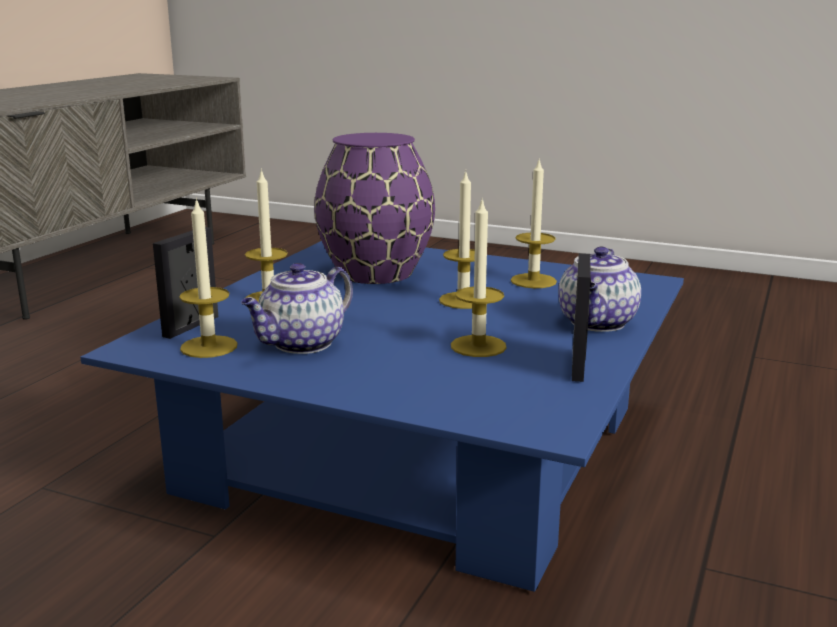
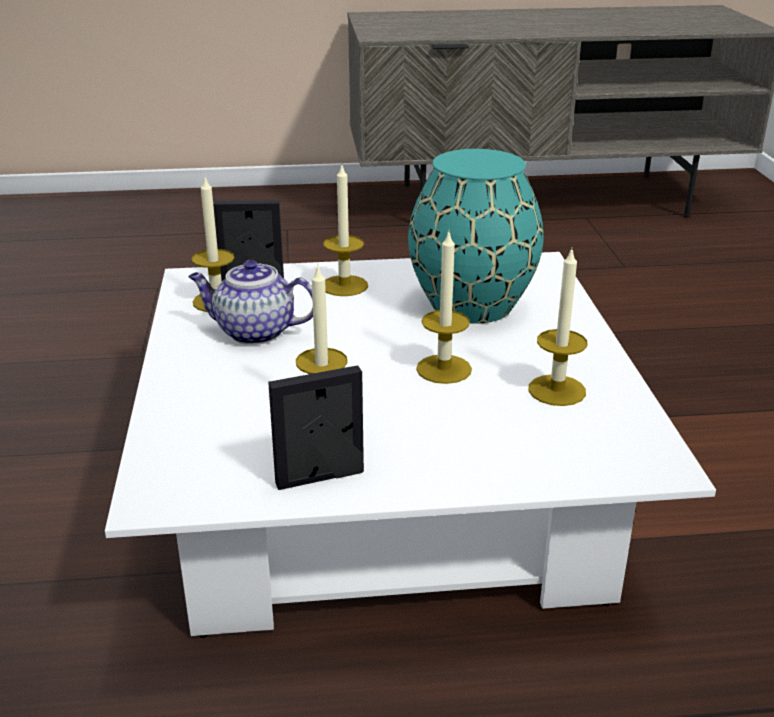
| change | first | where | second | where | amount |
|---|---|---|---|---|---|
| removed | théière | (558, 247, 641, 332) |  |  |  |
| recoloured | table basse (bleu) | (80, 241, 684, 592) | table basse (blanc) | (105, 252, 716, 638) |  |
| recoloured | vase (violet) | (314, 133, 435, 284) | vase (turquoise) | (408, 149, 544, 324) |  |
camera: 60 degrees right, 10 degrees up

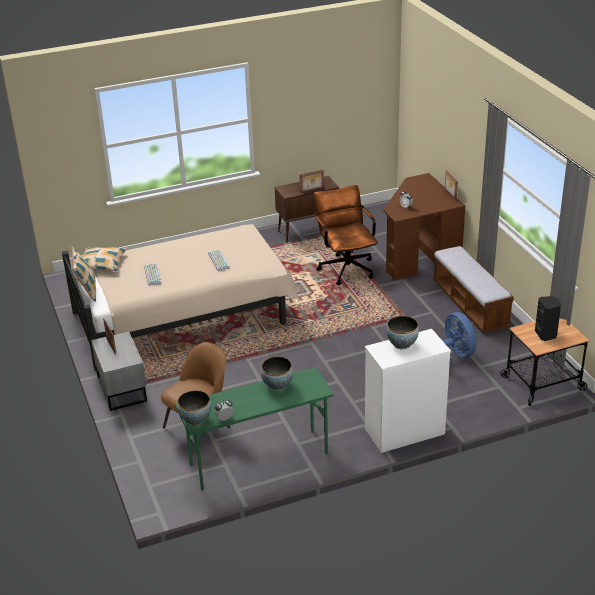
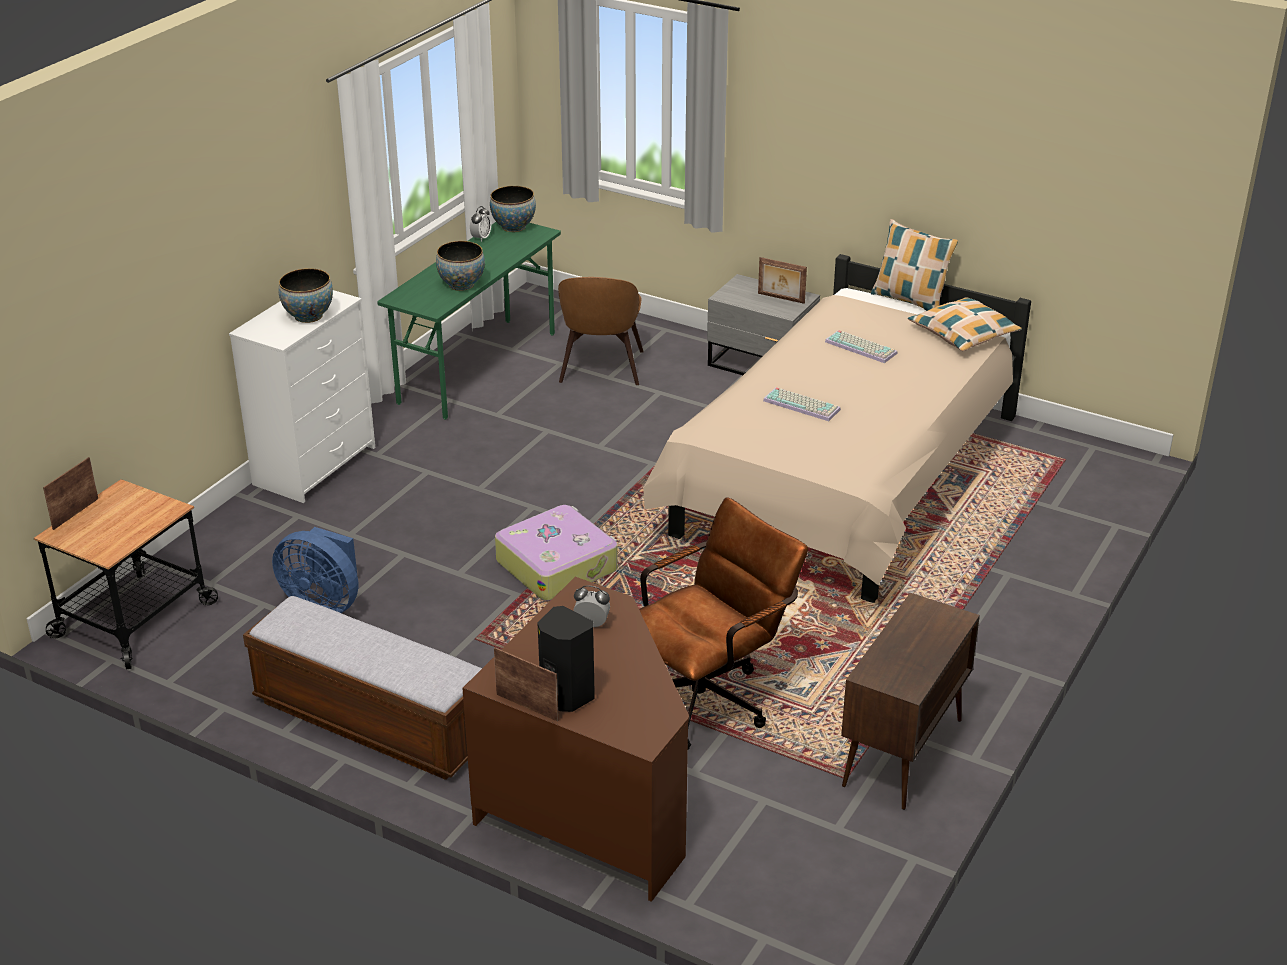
| change | first | where | second | where | amount |
|---|---|---|---|---|---|
| added |  |  | valise | (495, 505, 618, 601) |  |
| moved | cadre photo | (300, 170, 324, 193) |  | (43, 457, 98, 530) |  |
| moved | enceinte (noir) | (535, 296, 561, 341) |  | (538, 606, 595, 712) |  |
| turned | chaise de bureau (marron) | (314, 185, 378, 285) |  | (639, 498, 808, 750) | 75 degrees counterclockwise |
camera: 140 degrees right, 0 degrees up

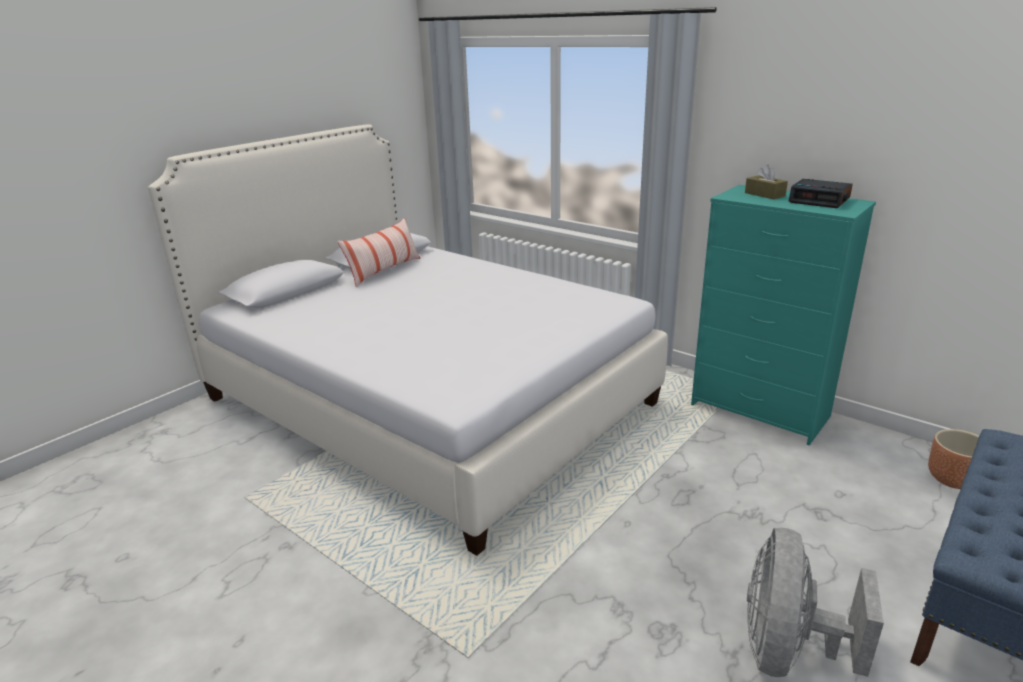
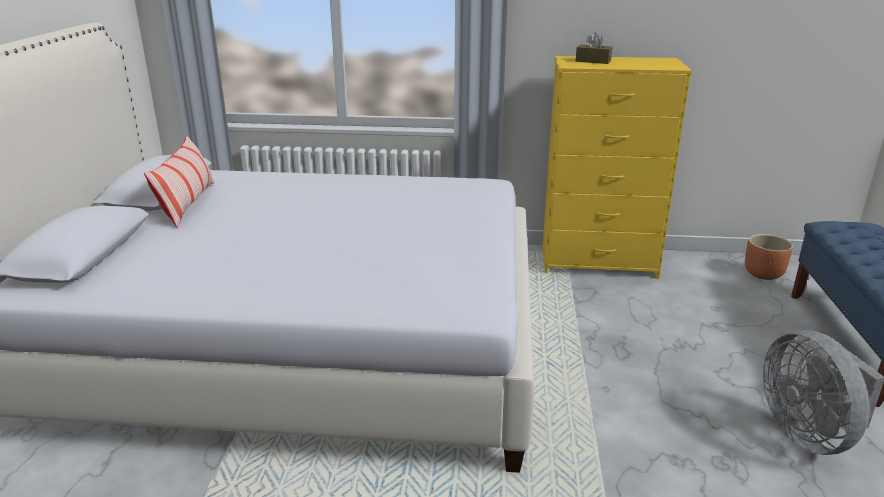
| change | first | where | second | where | amount |
|---|---|---|---|---|---|
| removed | réveil | (789, 179, 853, 208) |  |  |  |
| recoloured | commode (turquoise) | (691, 185, 876, 446) | commode (jaune) | (542, 56, 692, 279) |  |
camera: 35 degrees left, 0 degrees up

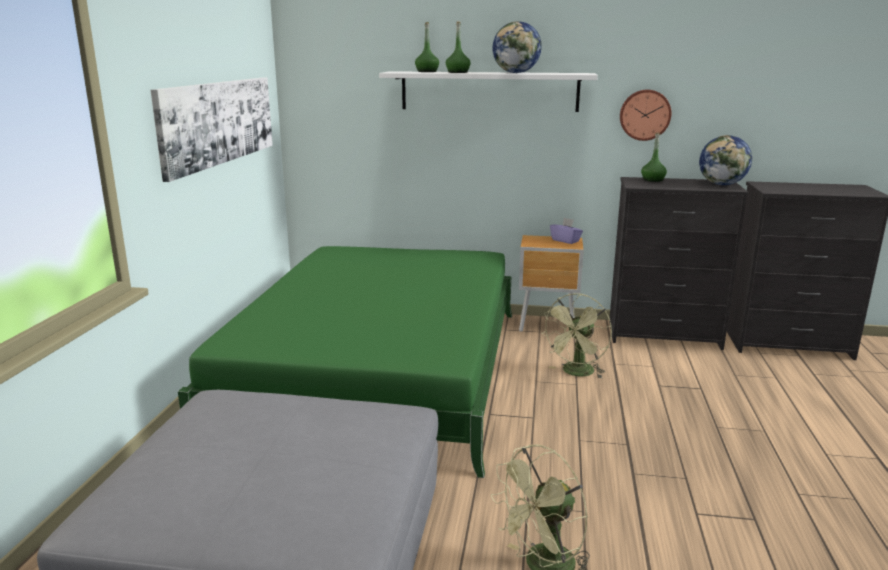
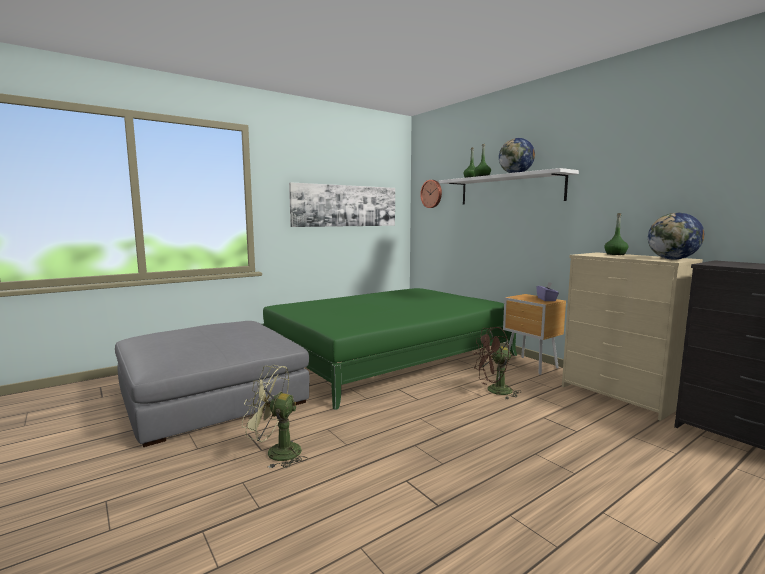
| change | first | where | second | where | amount |
|---|---|---|---|---|---|
| moved | horloge murale | (620, 90, 671, 141) |  | (420, 180, 442, 208) |  |
| recoloured | ventilateur (vert) | (542, 293, 612, 379) | ventilateur (marron) | (473, 327, 521, 399) |  |
| recoloured | commode (noir) | (609, 177, 749, 350) | commode (beige) | (562, 252, 703, 421) |  |
camera: 45 degrees right, 10 degrees down

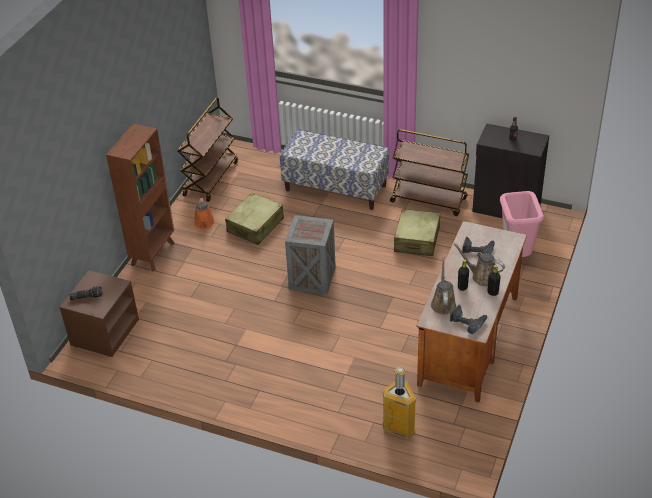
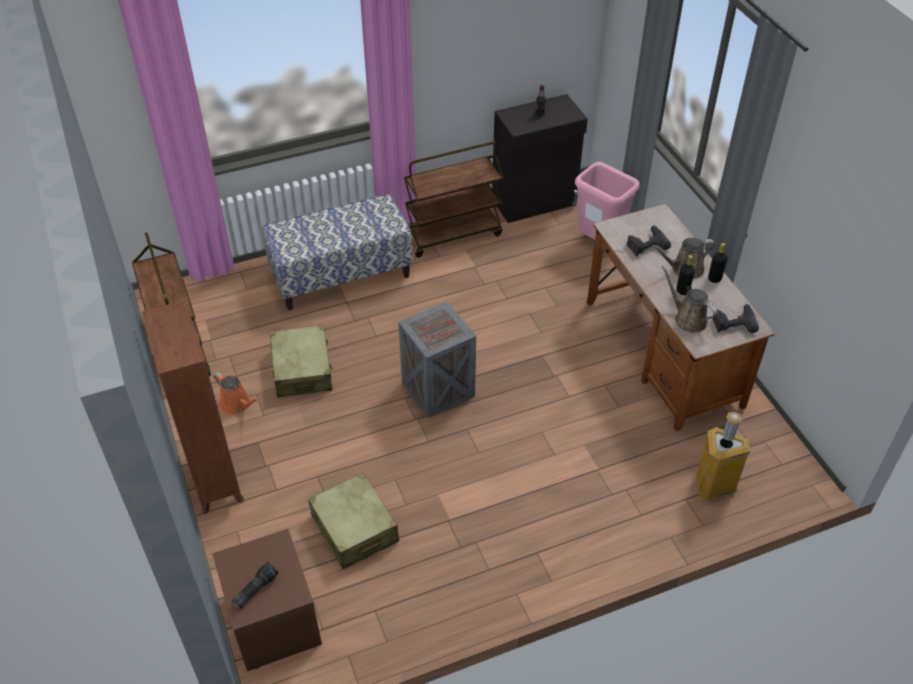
| change | first | where | second | where | amount |
|---|---|---|---|---|---|
| moved | valise (beige) | (394, 209, 440, 256) |  | (308, 473, 399, 569) |  |
camera: 45 degrees left, 5 degrees up

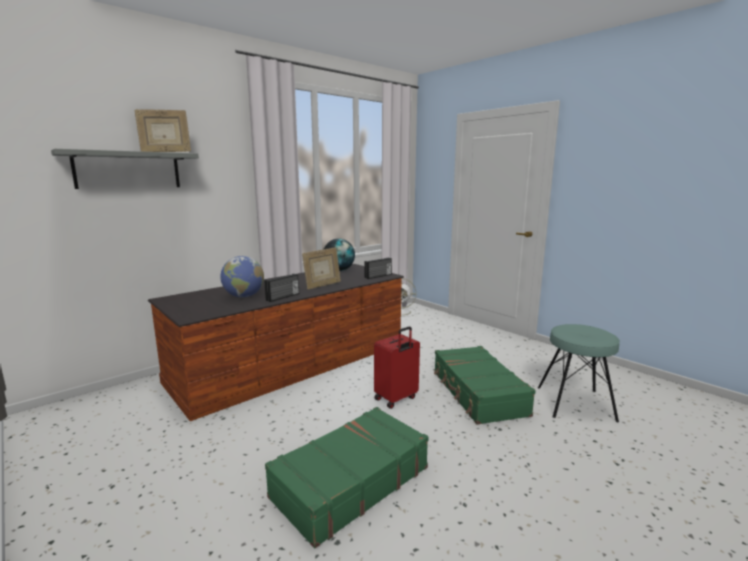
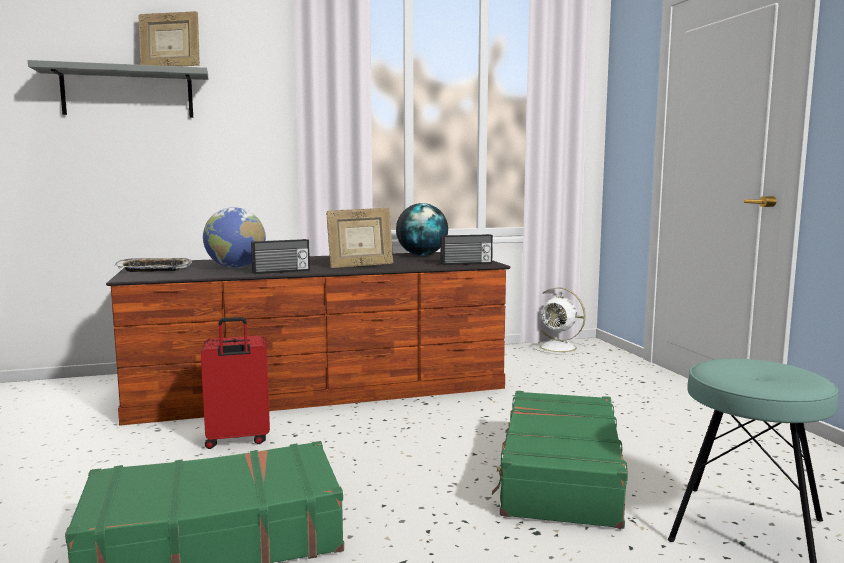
| change | first | where | second | where | amount |
|---|---|---|---|---|---|
| added |  |  | plateau | (114, 258, 192, 272) |  |
| moved | valise (rouge) | (374, 327, 420, 409) |  | (201, 317, 270, 449) |  |
camera: 25 degrees right, 5 degrees down

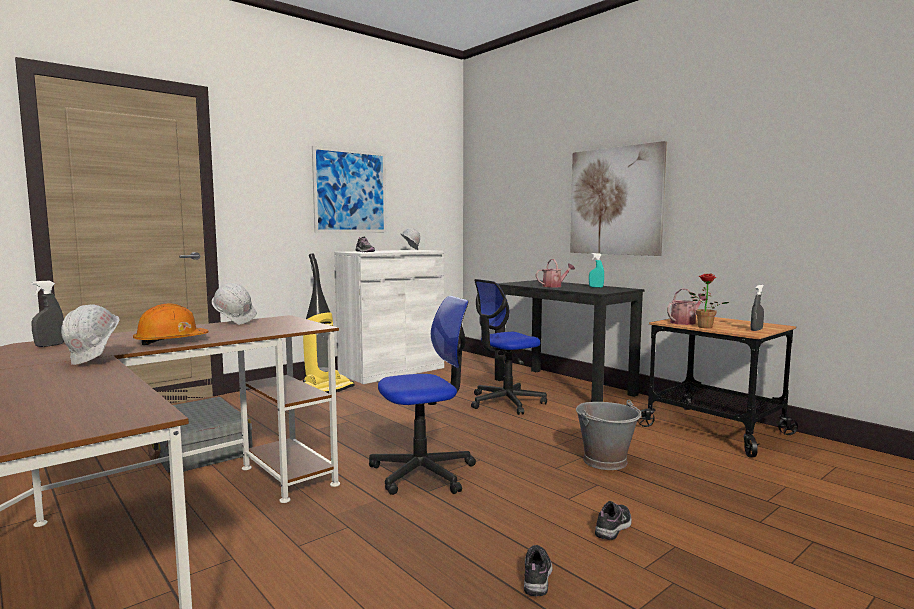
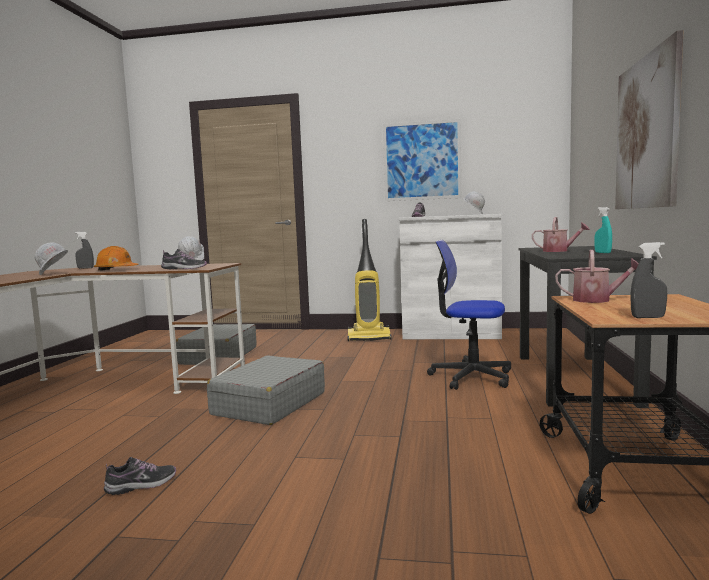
| change | first | where | second | where | amount |
|---|---|---|---|---|---|
| removed | seau (gris) | (576, 400, 641, 470) |  |  |  |
| removed | plante en pot | (689, 274, 729, 328) |  |  |  |
| moved | chaussure | (595, 501, 632, 540) |  | (161, 249, 207, 269) |  |
| replaced | chaise de bureau | (369, 296, 476, 495) | valise (gris) | (207, 355, 325, 425) |  |
camera: 50 degrees right, 0 degrees up

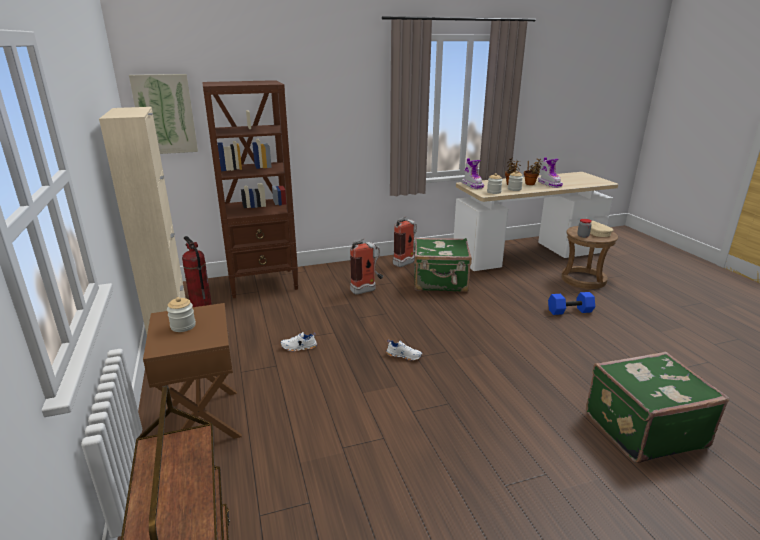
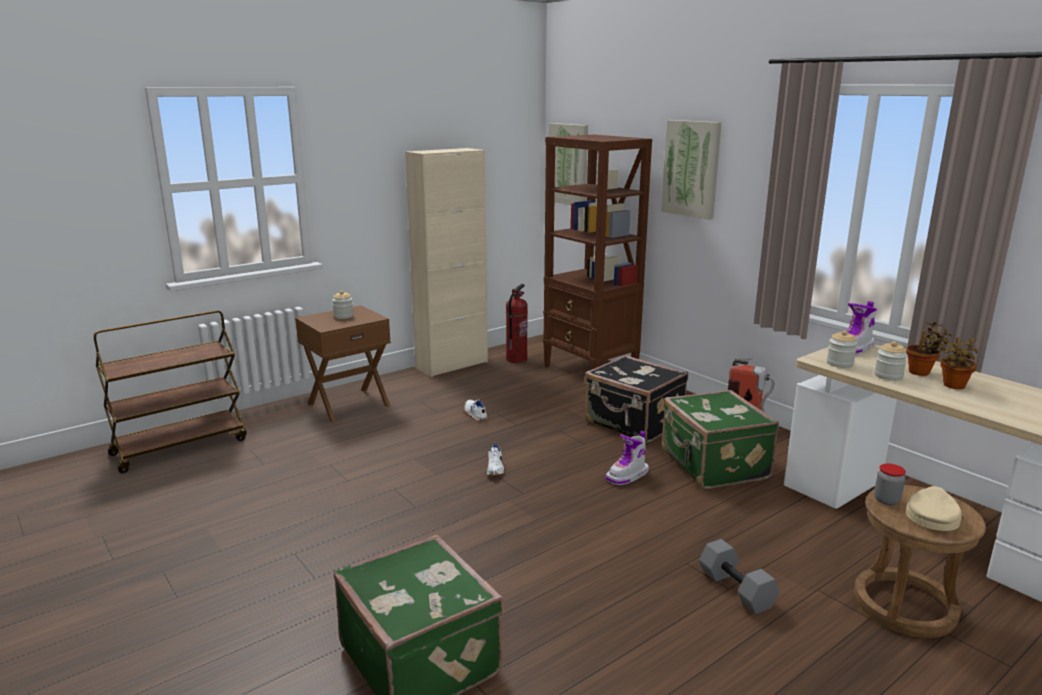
| change | first | where | second | where | amount |
|---|---|---|---|---|---|
| added |  |  | tableau | (661, 120, 722, 220) |  |
| moved | botte | (538, 157, 563, 188) |  | (605, 431, 649, 485) |  |
| replaced | extincteur | (350, 238, 383, 295) | valise (noir) | (585, 355, 688, 442) |  |
| recoloured | haltère (bleu) | (548, 292, 595, 315) | haltère (gris) | (699, 539, 780, 615) |  |
camera: 70 degrees right, 5 degrees down

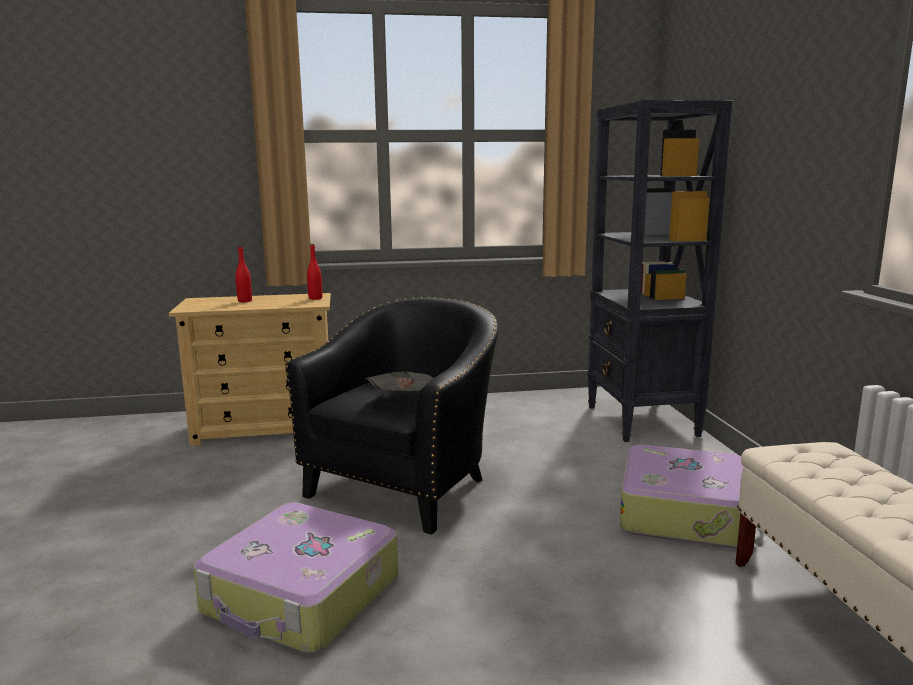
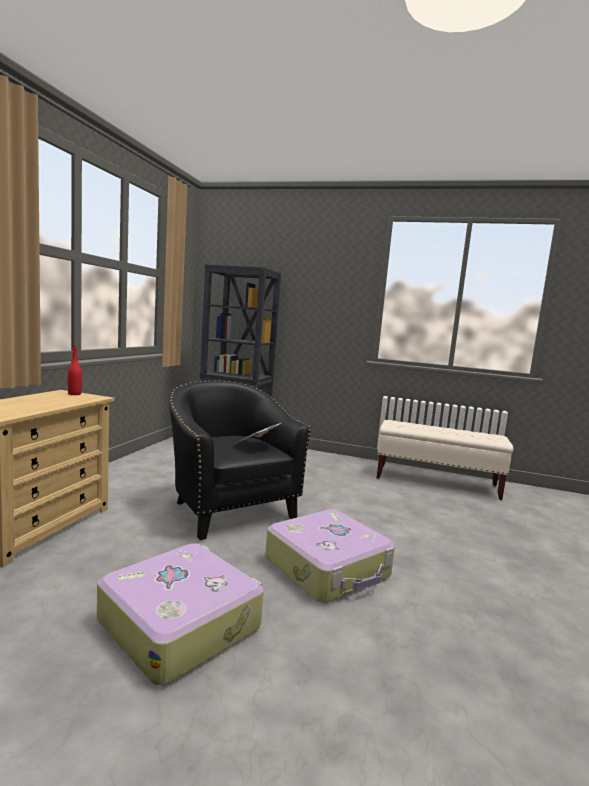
| change | first | where | second | where | amount |
|---|---|---|---|---|---|
| removed | bouteille (rouge) | (236, 246, 252, 302) |  |  |  |
| moved | valise | (620, 444, 744, 549) |  | (97, 544, 264, 685) |  |
camera: 65 degrees left, 5 degrees down

